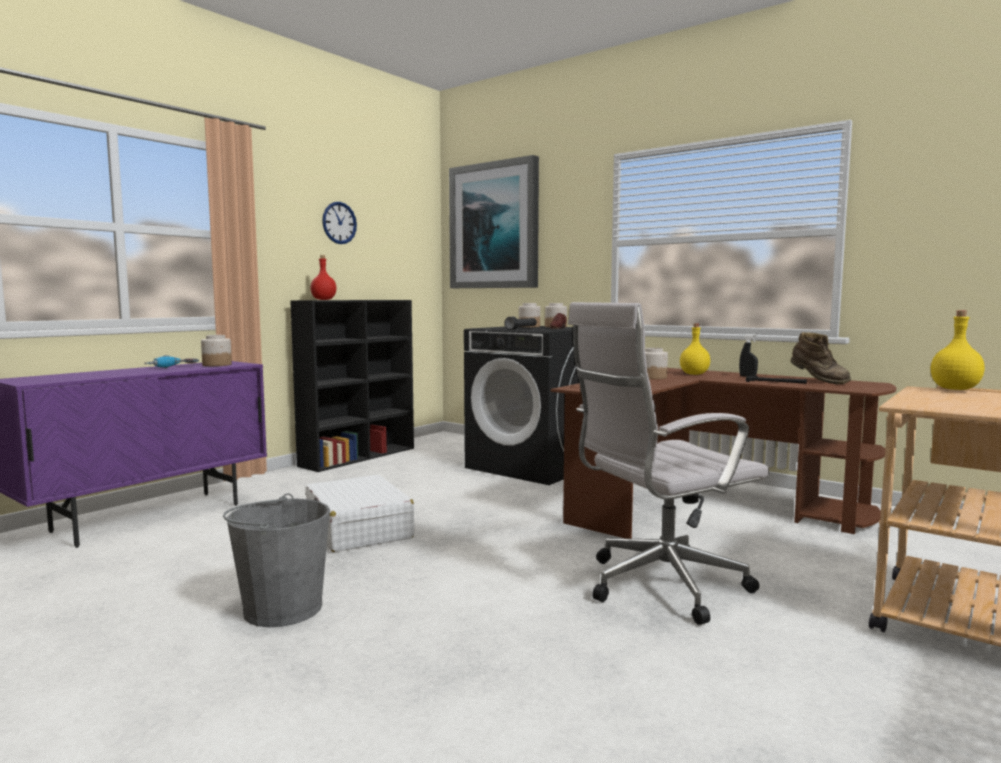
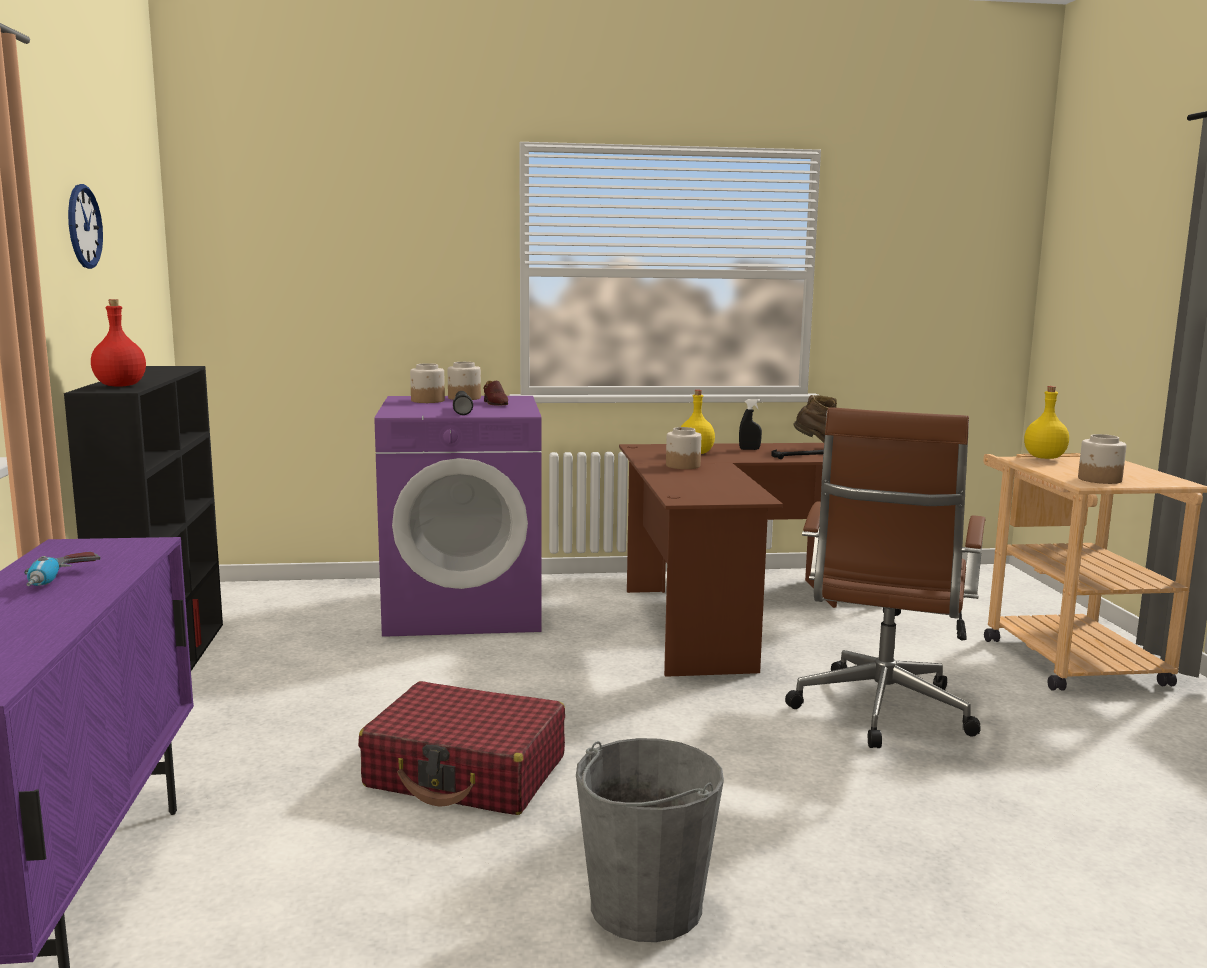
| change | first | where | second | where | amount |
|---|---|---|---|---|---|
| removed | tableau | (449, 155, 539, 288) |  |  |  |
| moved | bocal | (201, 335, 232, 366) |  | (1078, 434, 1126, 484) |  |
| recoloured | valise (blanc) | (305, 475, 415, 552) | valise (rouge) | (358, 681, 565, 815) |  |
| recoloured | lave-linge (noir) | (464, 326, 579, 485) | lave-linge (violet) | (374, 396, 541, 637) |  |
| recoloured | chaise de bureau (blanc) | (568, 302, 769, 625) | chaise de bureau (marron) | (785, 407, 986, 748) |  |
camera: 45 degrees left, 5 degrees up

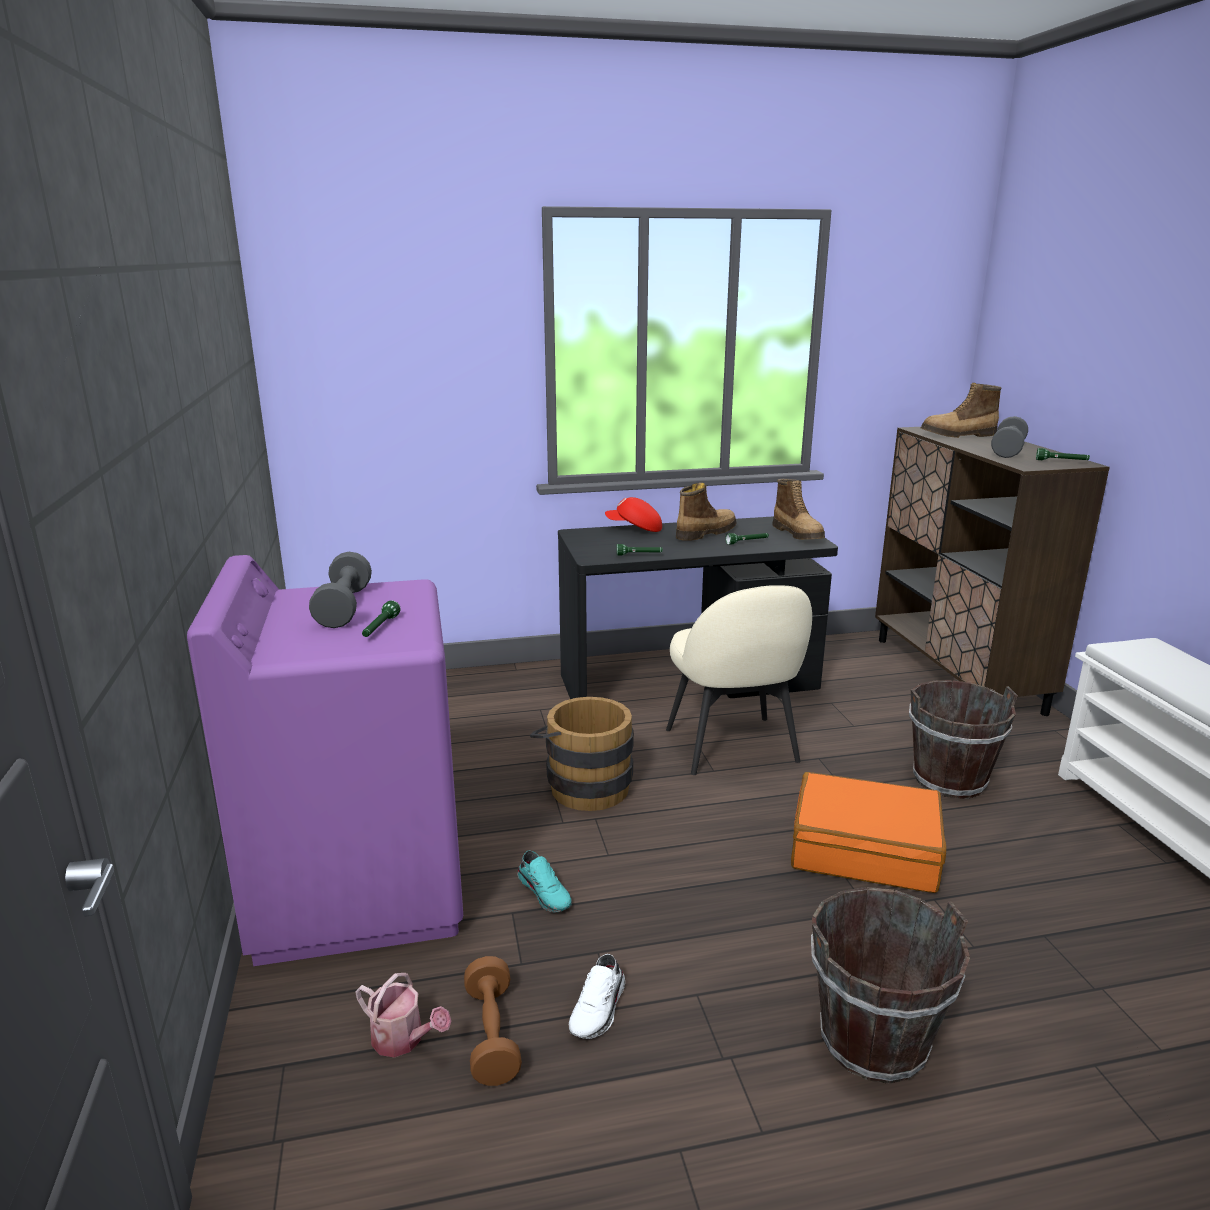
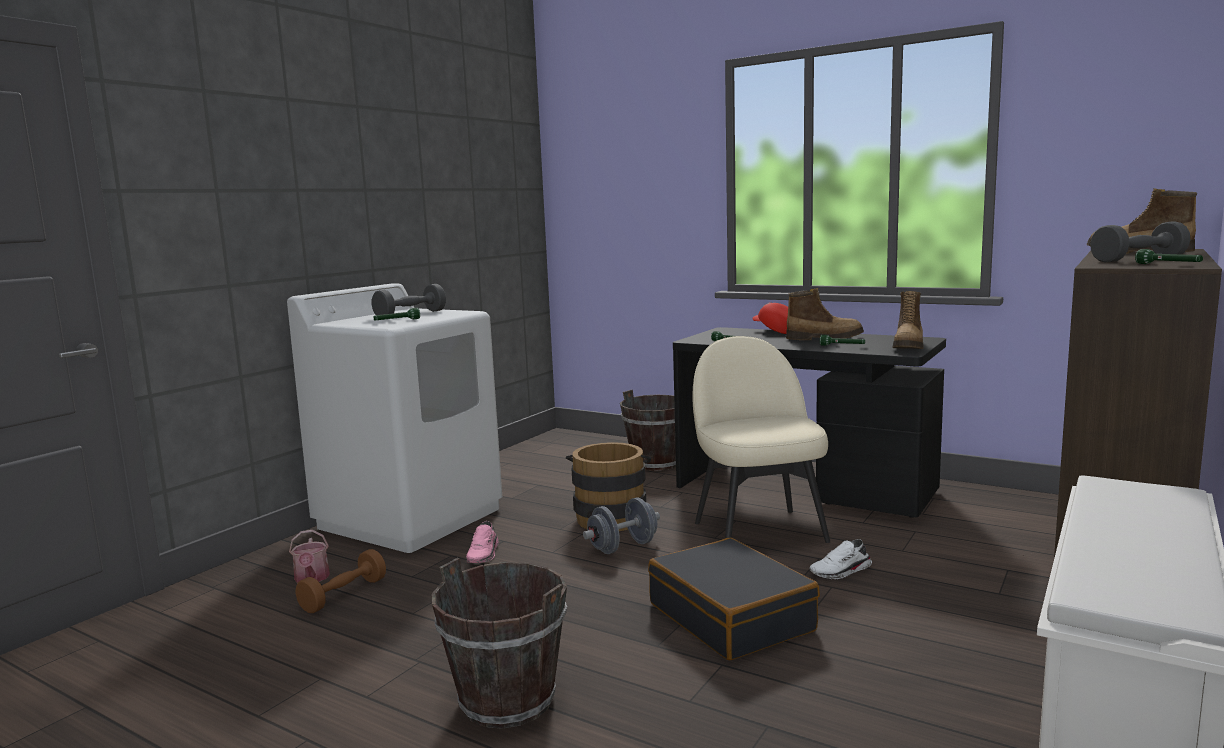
| change | first | where | second | where | amount |
|---|---|---|---|---|---|
| added |  |  | haltère (gris) | (583, 498, 660, 554) |  |
| moved | chaussure (blanc) | (569, 954, 625, 1039) |  | (810, 539, 872, 579) |  |
| moved | seau (marron) | (909, 680, 1018, 799) |  | (620, 390, 676, 471) |  |
| recoloured | lave-linge (violet) | (187, 555, 463, 966) | lave-linge (blanc) | (287, 283, 502, 553) |  |
| recoloured | chaussure (turquoise) | (518, 851, 572, 912) | chaussure (rose) | (466, 521, 499, 563) |  |
| recoloured | valise (orange) | (791, 772, 946, 893) | valise (noir) | (648, 538, 820, 660) |  |
| turned | chaise (beige) | (666, 585, 812, 775) |  | (693, 336, 830, 543) | 135 degrees clockwise |
camera: 45 degrees right, 10 degrees down

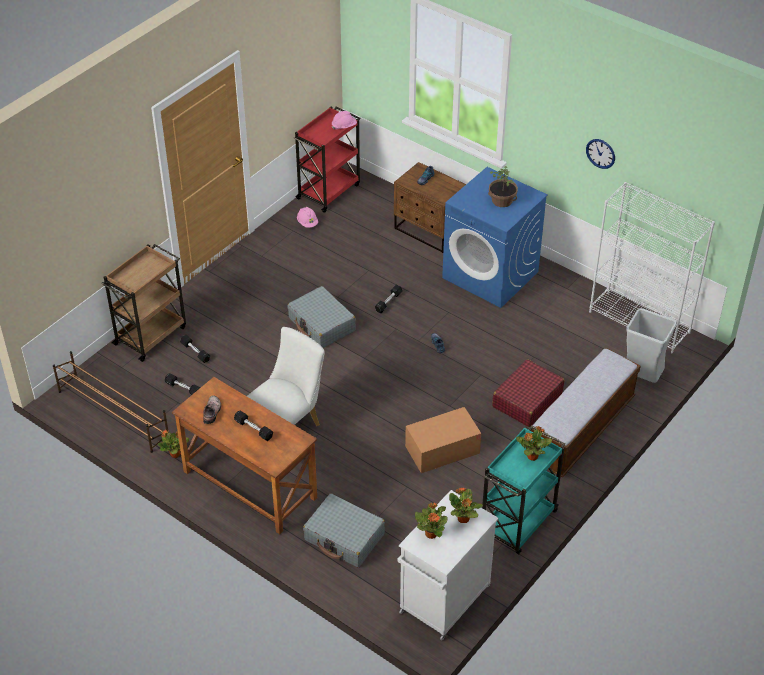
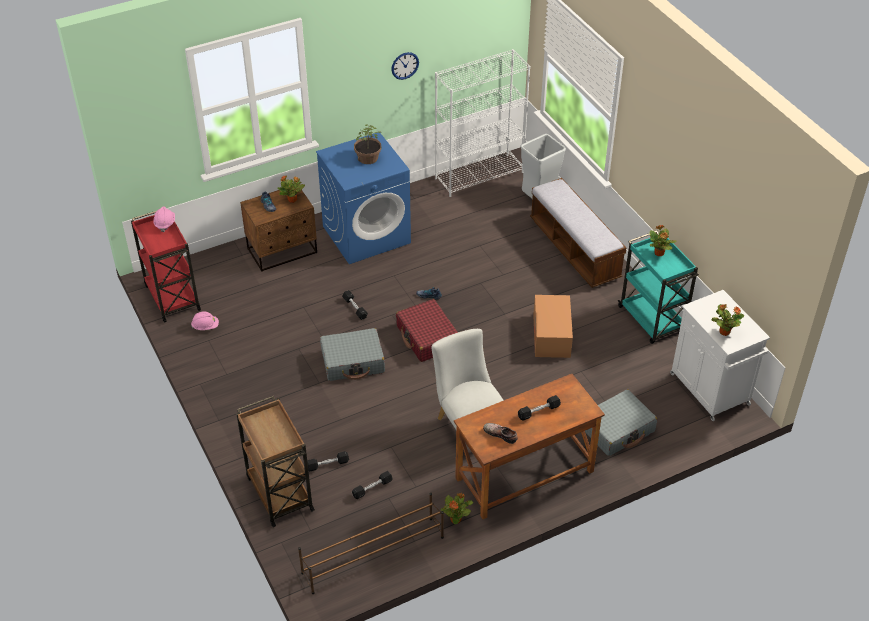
| change | first | where | second | where | amount |
|---|---|---|---|---|---|
| moved | plante en pot | (449, 487, 483, 523) |  | (277, 175, 305, 203) |  |
| moved | valise (rouge) | (492, 359, 564, 427) |  | (396, 299, 458, 362) |  |
camera: 65 degrees left, 0 degrees up

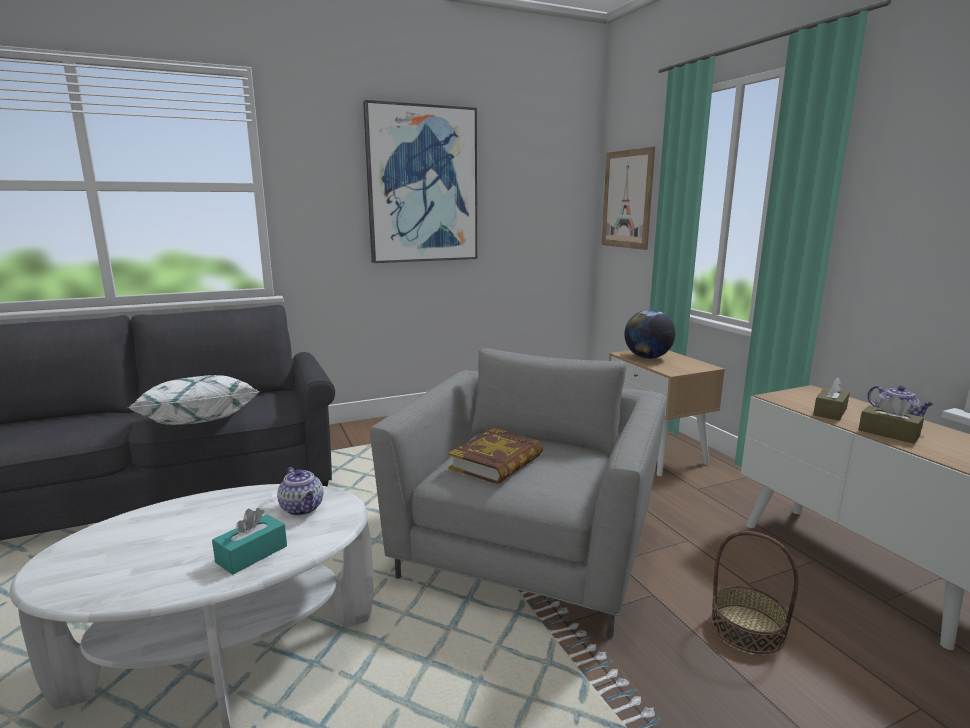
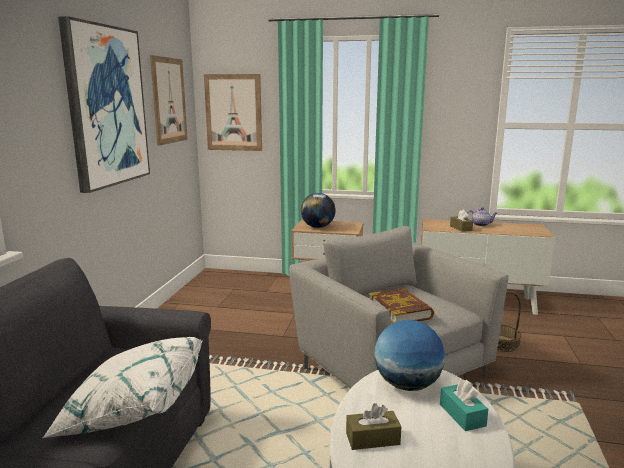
| change | first | where | second | where | amount |
|---|---|---|---|---|---|
| added |  |  | tableau | (150, 55, 188, 146) |  |
| moved | boîte à mouchoirs (marron) | (858, 395, 924, 444) |  | (346, 403, 402, 450) |  |
| replaced | théière | (277, 467, 323, 516) | globe | (374, 320, 445, 391) |  |
camera: 55 degrees left, 0 degrees up

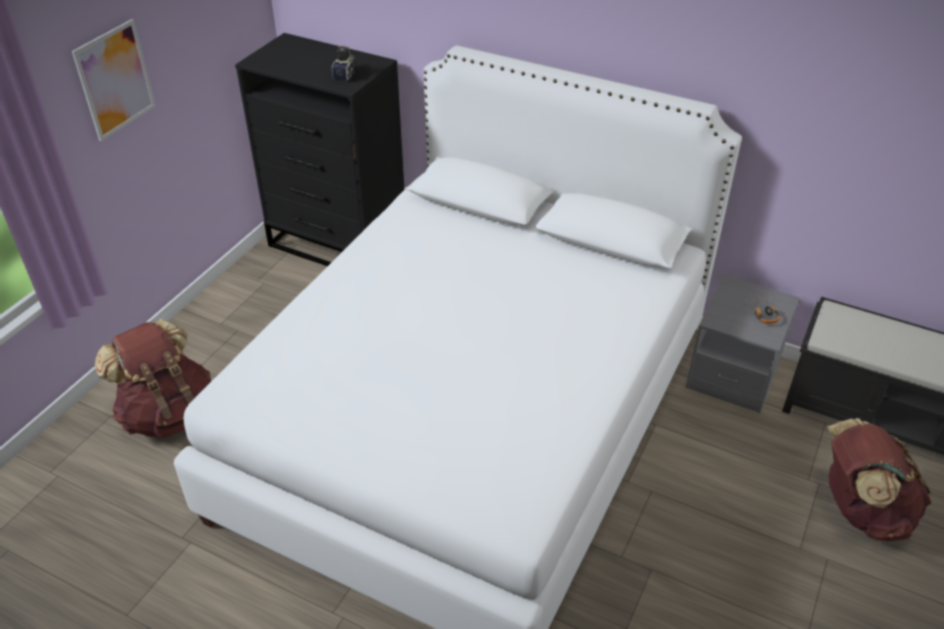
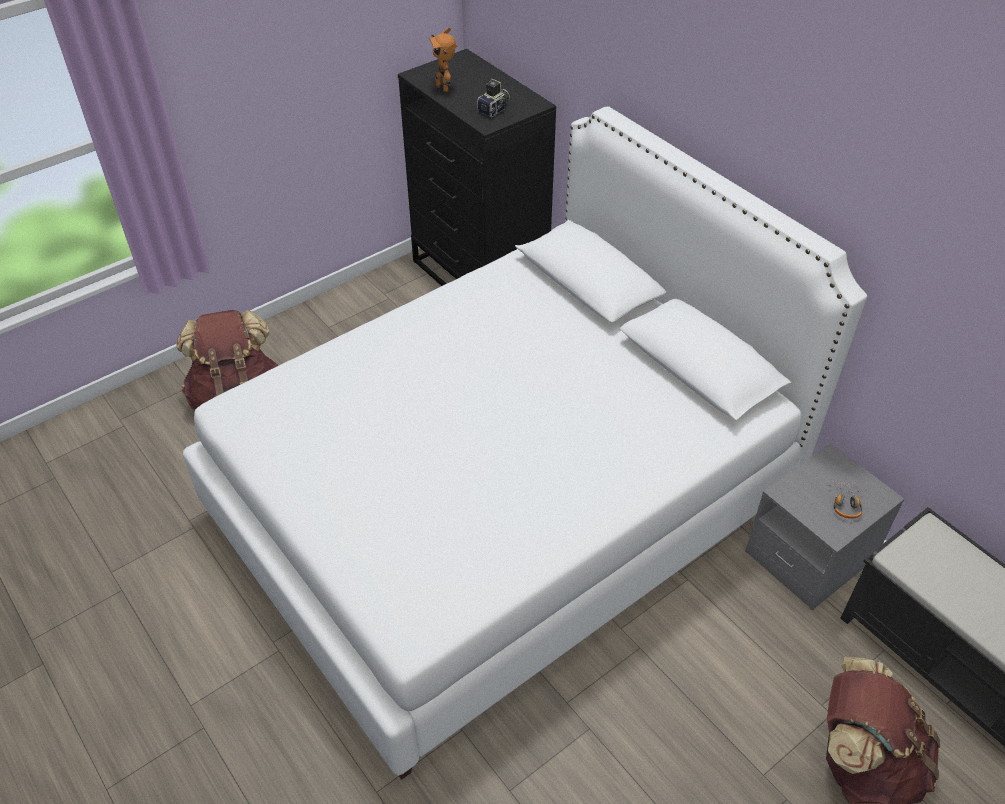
| change | first | where | second | where | amount |
|---|---|---|---|---|---|
| removed | tableau | (72, 19, 156, 141) |  |  |  |
| added |  |  | robot jouet | (429, 27, 457, 92) |  |
camera: 25 degrees right, 5 degrees up

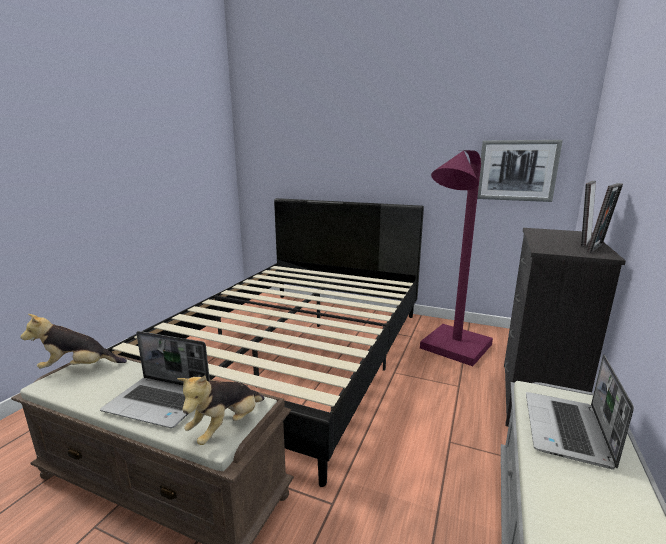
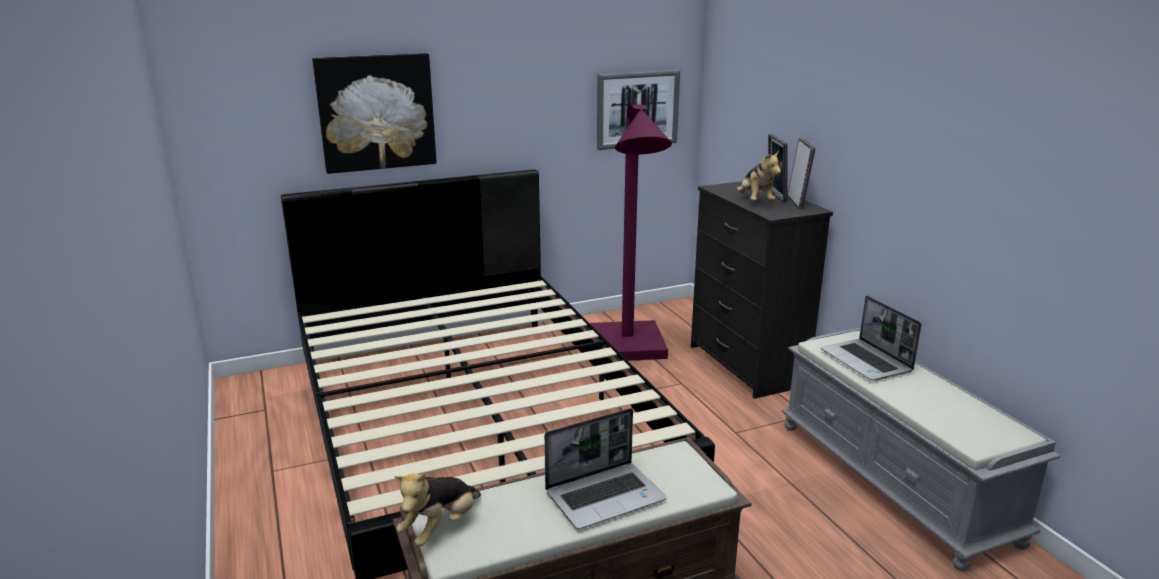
| change | first | where | second | where | amount |
|---|---|---|---|---|---|
| added |  |  | tableau | (312, 53, 437, 174) |  |
| moved | peluche | (177, 375, 264, 445) |  | (737, 150, 781, 201) |  |
camera: 45 degrees left, 5 degrees up

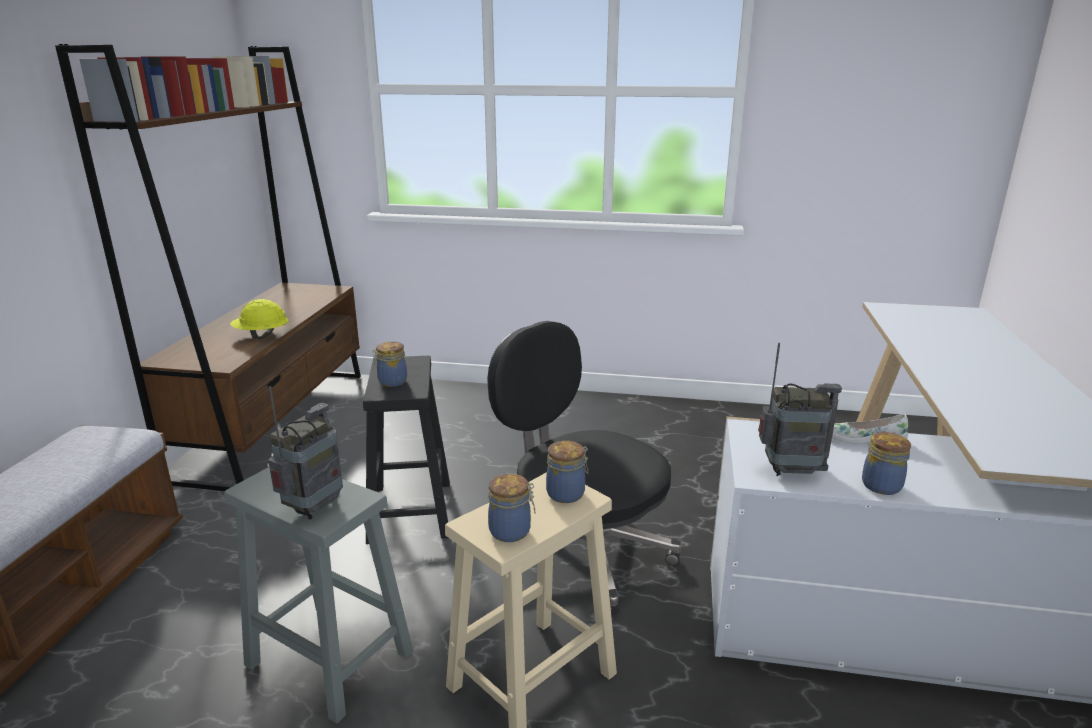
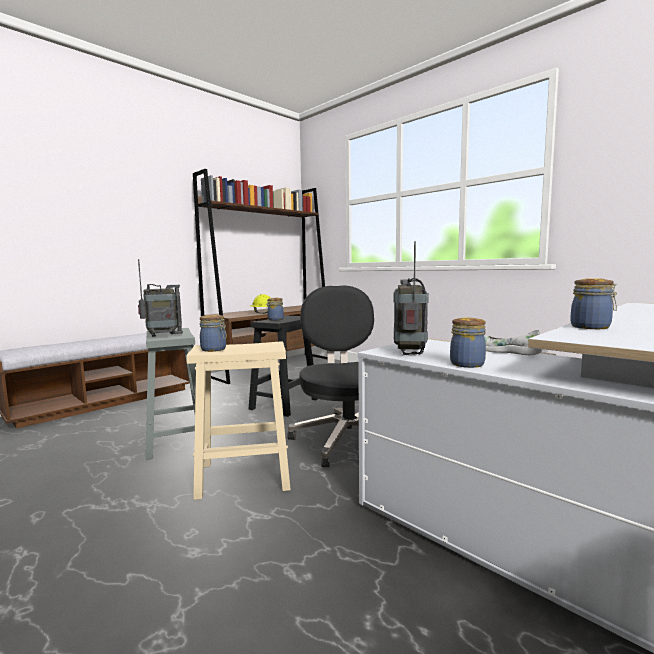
| change | first | where | second | where | amount |
|---|---|---|---|---|---|
| moved | bocal | (546, 441, 588, 503) |  | (570, 279, 618, 329) |  |
| turned | radio | (758, 343, 842, 476) |  | (393, 241, 429, 355) | 120 degrees counterclockwise |
camera: 35 degrees right, 15 degrees down

